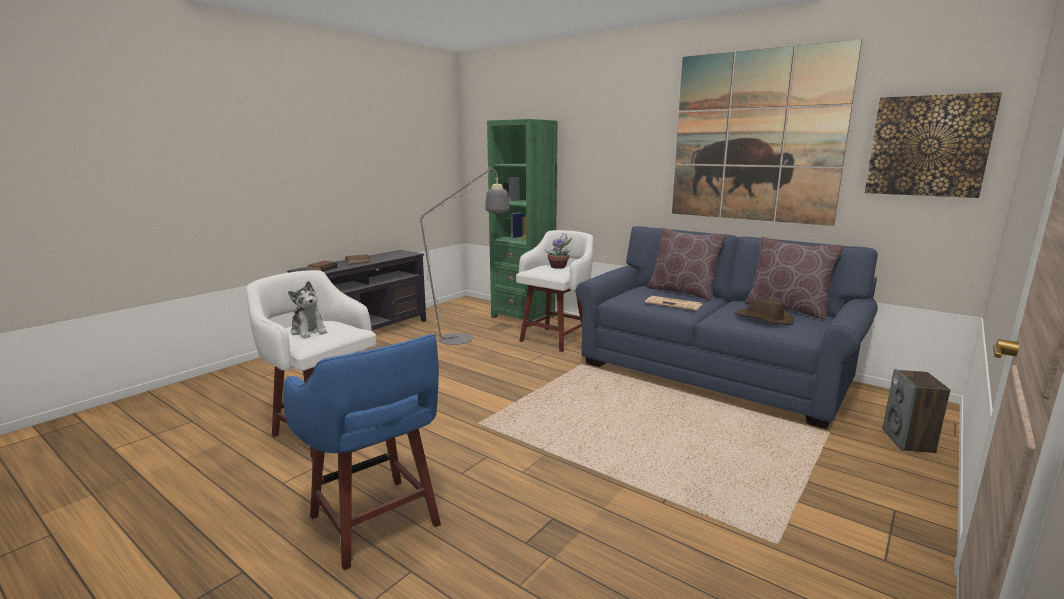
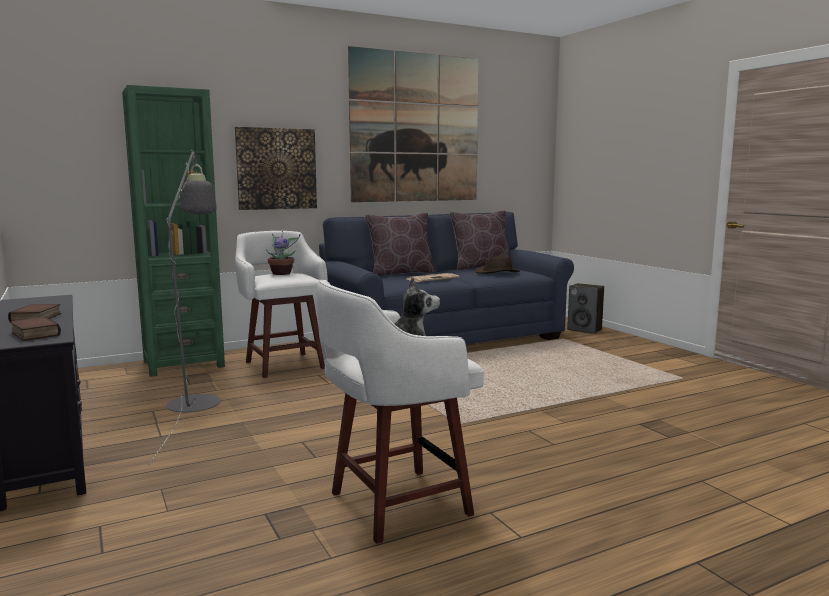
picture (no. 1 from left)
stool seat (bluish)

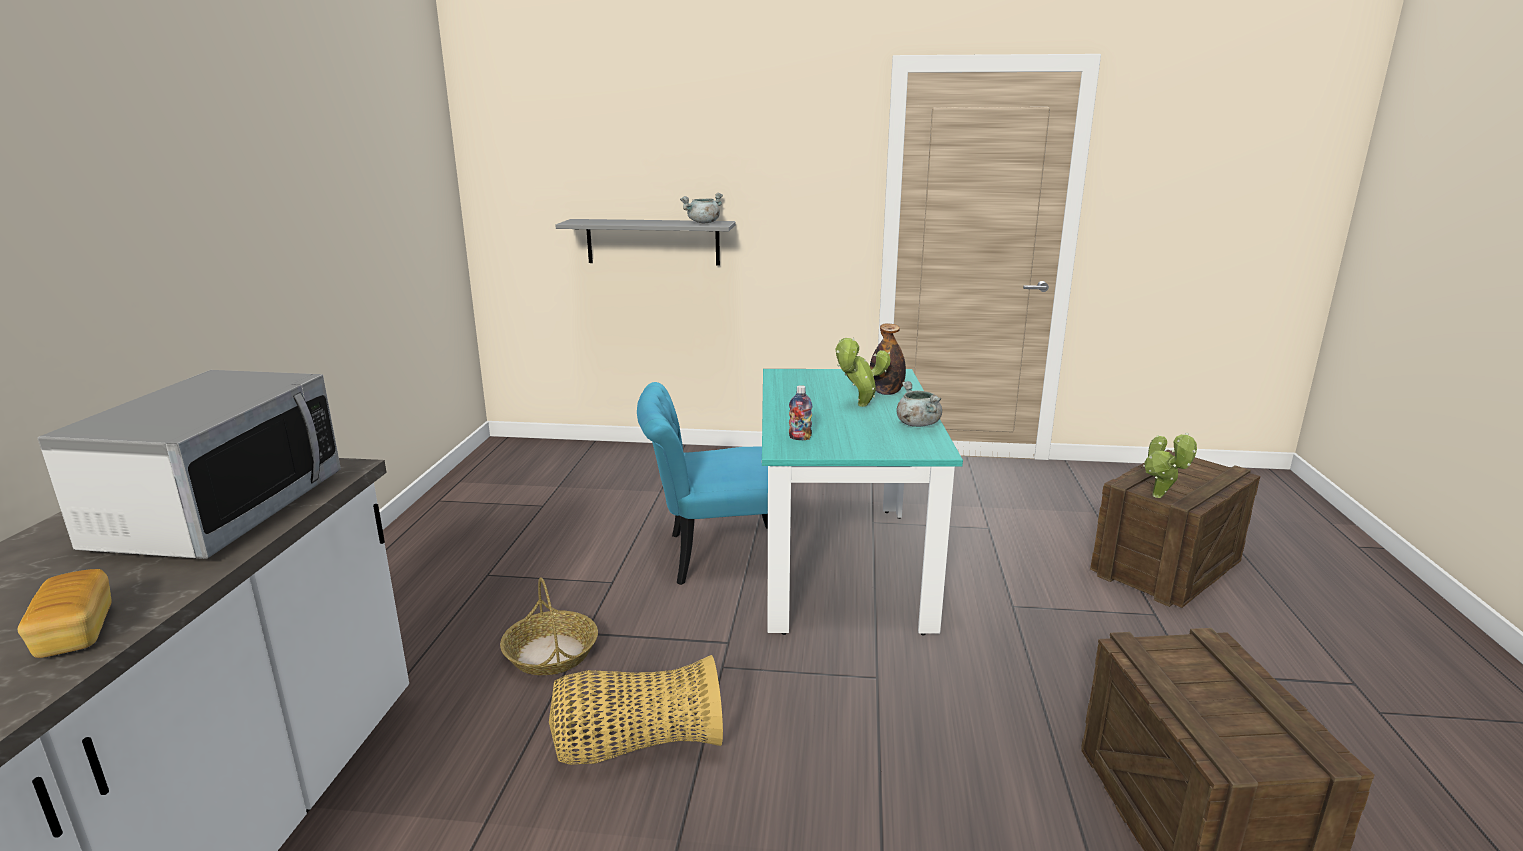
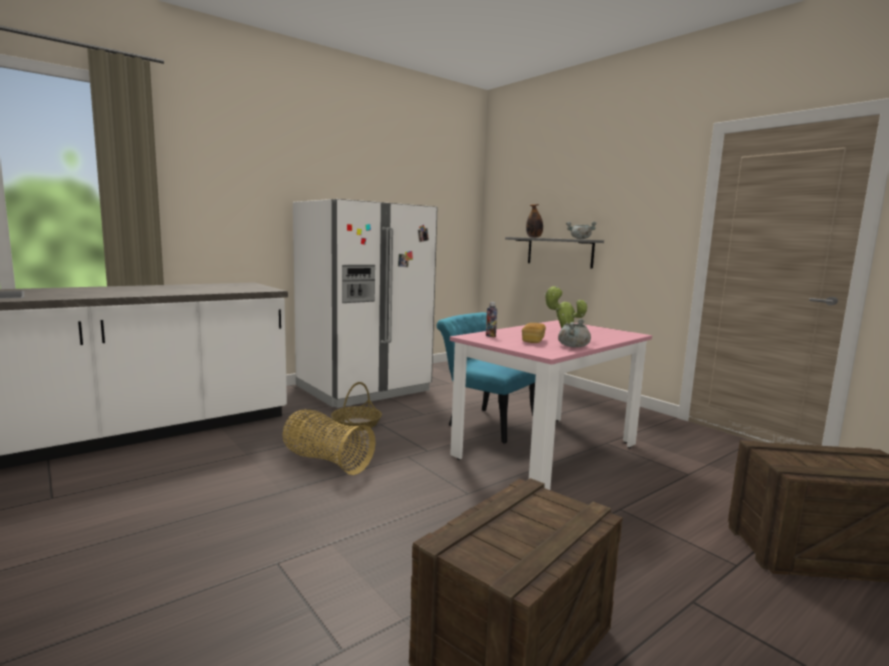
bottle (no. 2 from left)
dining table (pinkish)
microwave oven
houseplant (no. 2 from left in the first image)
bakery bread
fridge (white)

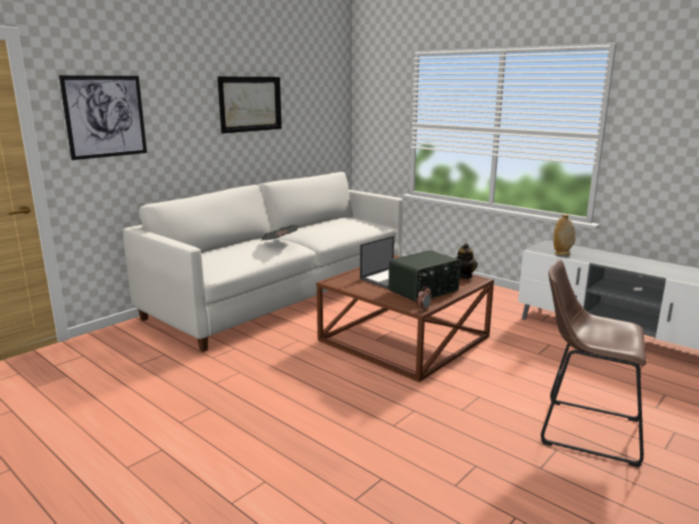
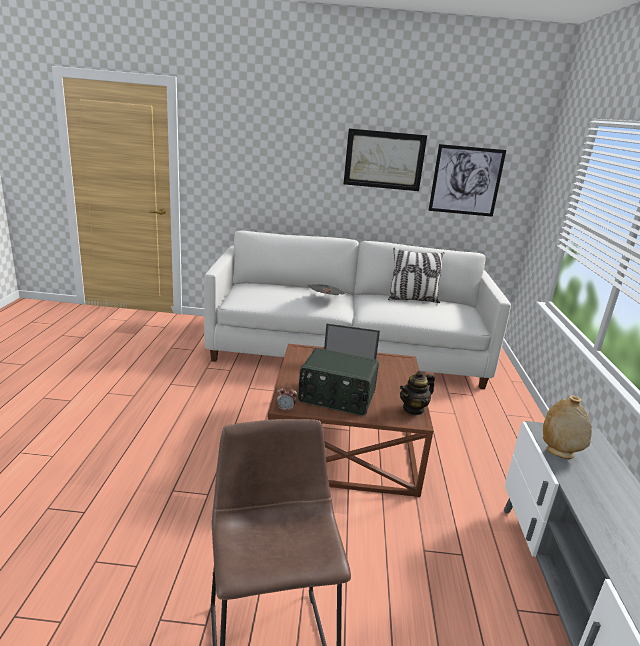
picture (no. 2 from left)
throw pillow

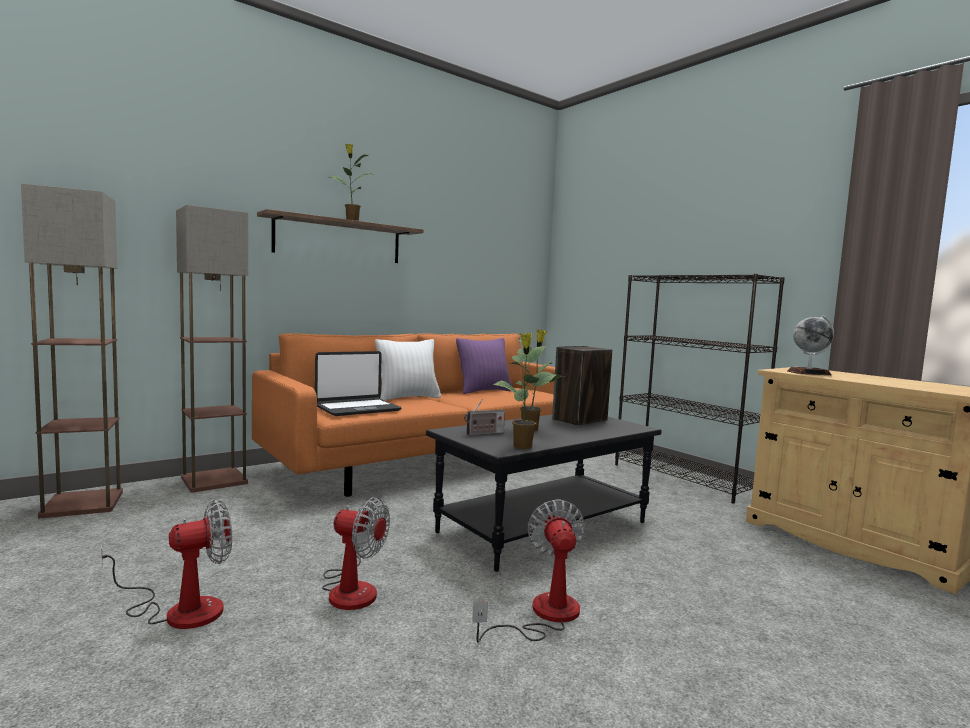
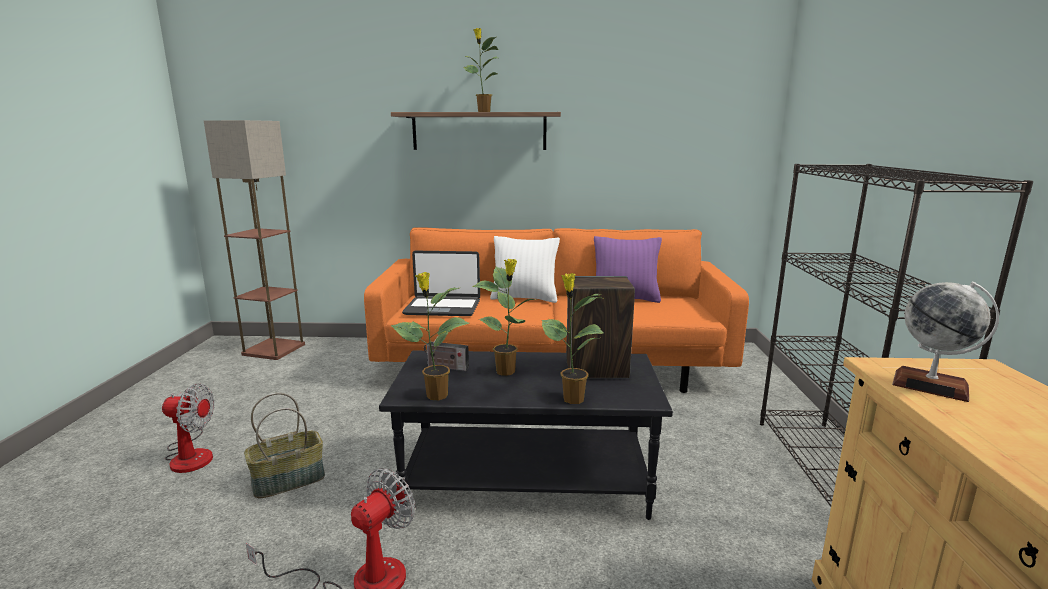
floor lamp (no. 2 from left in the first image)
household basket
houseplant (no. 4 from left)

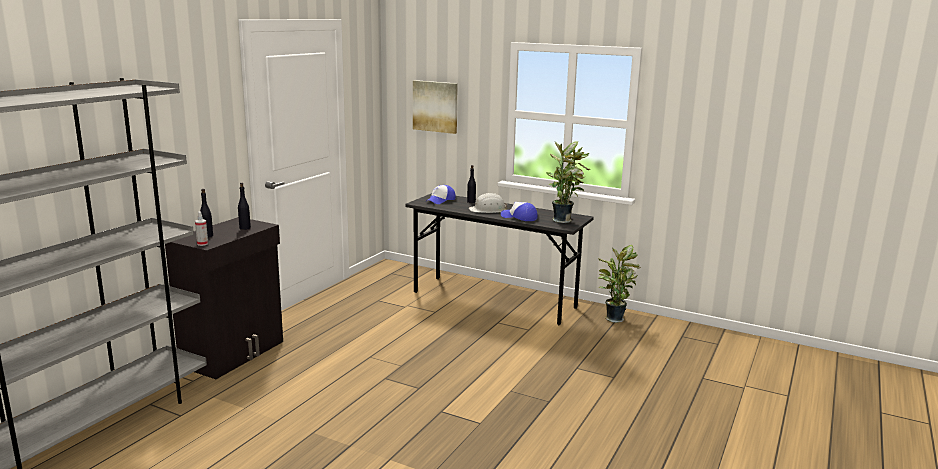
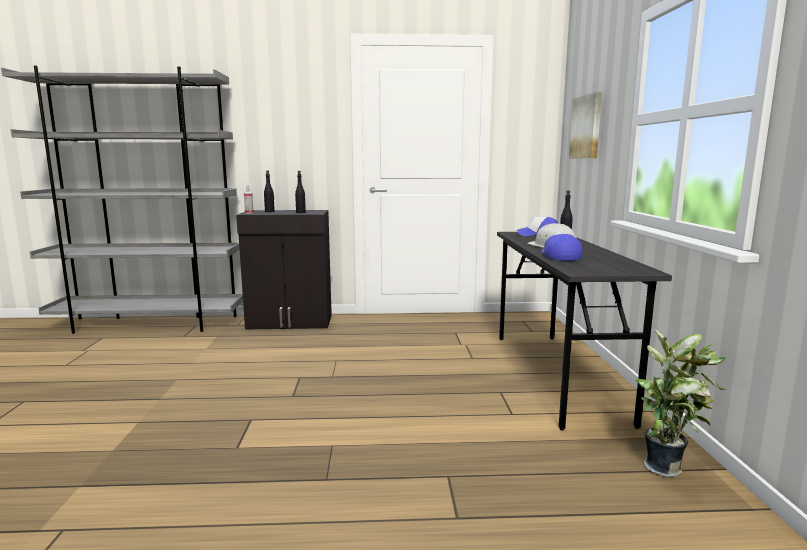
houseplant (no. 1 from left in the first image)

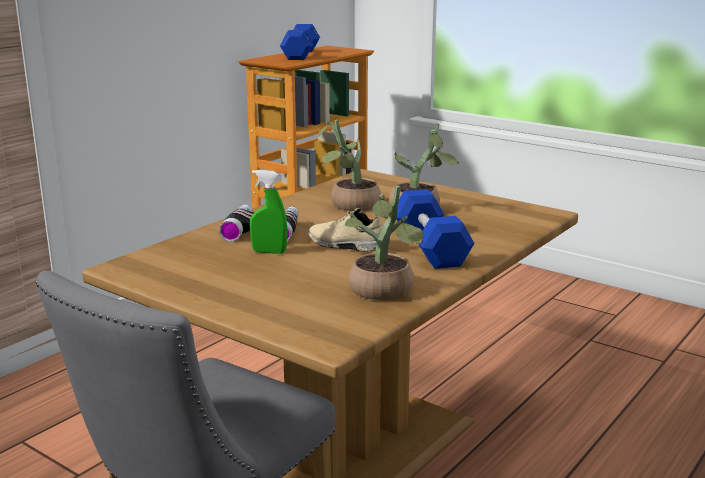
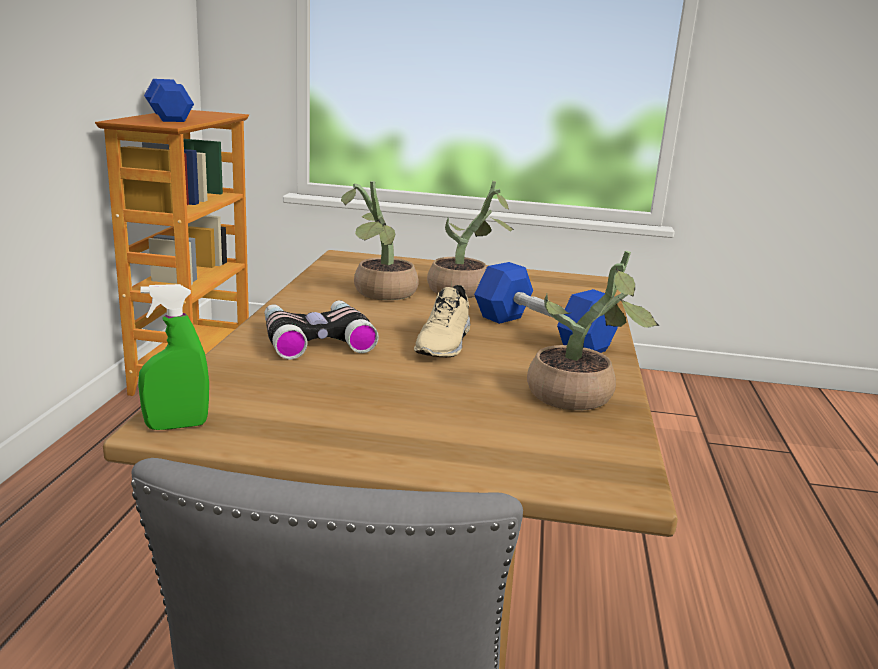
sprayer (greenish)
shoe (beige)

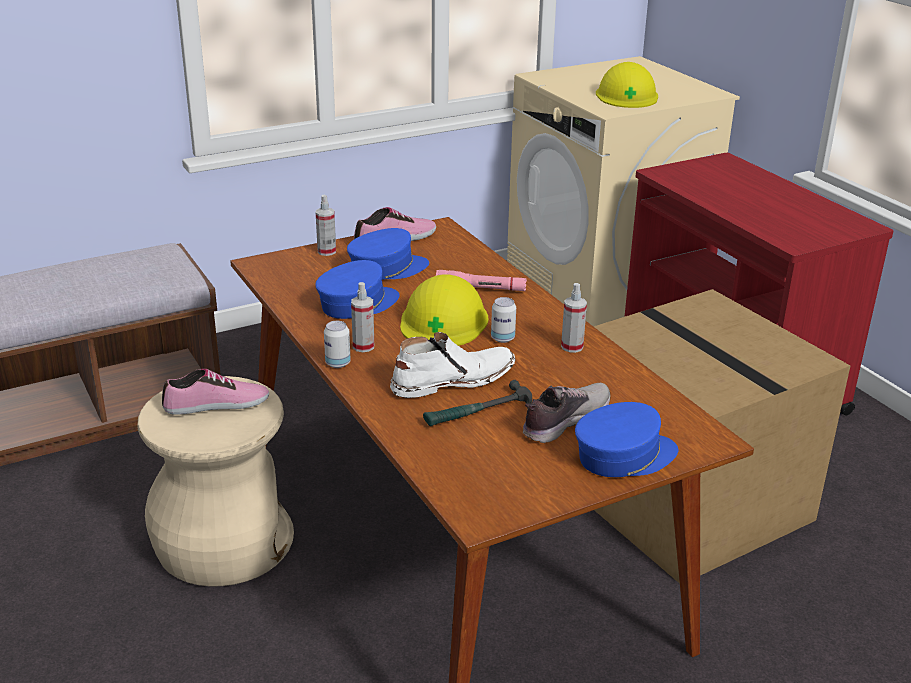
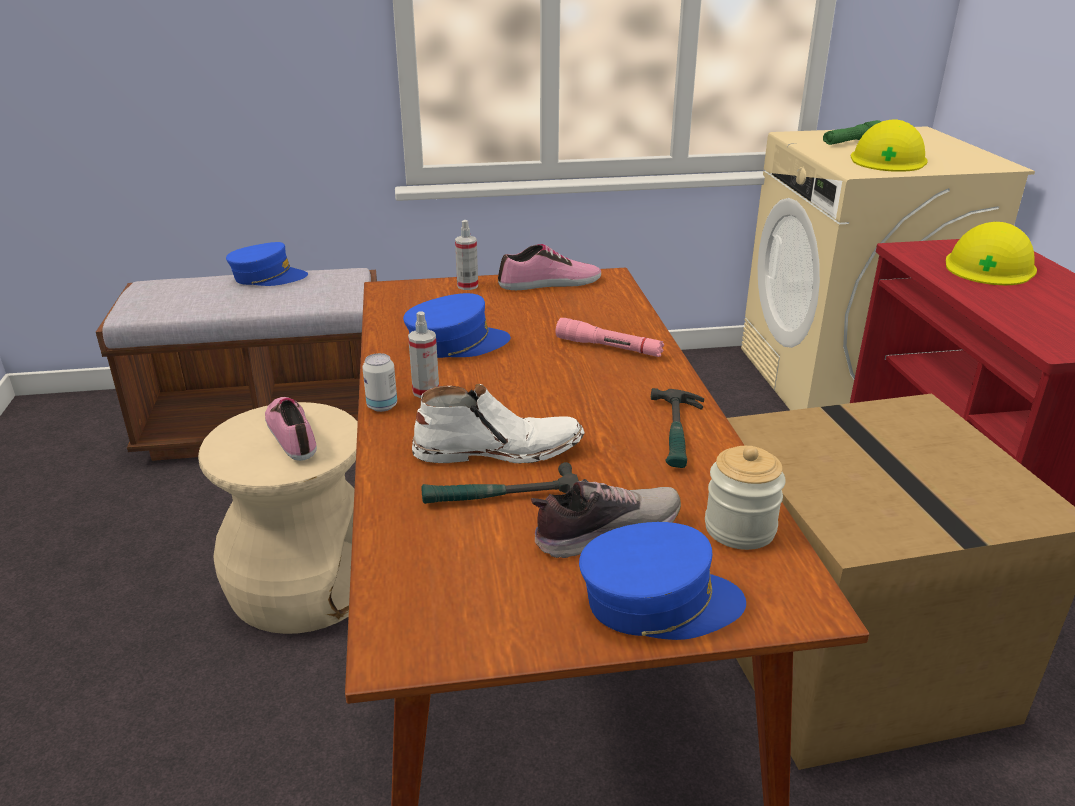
cap (bluish) (no. 1 from left)
work helmet (yellow) (no. 2 from left)
tool hammer (no. 2 from left)
can (no. 2 from left in the first image)
shoe (no. 1 from left)
flashlight (greenish)
preserve jar

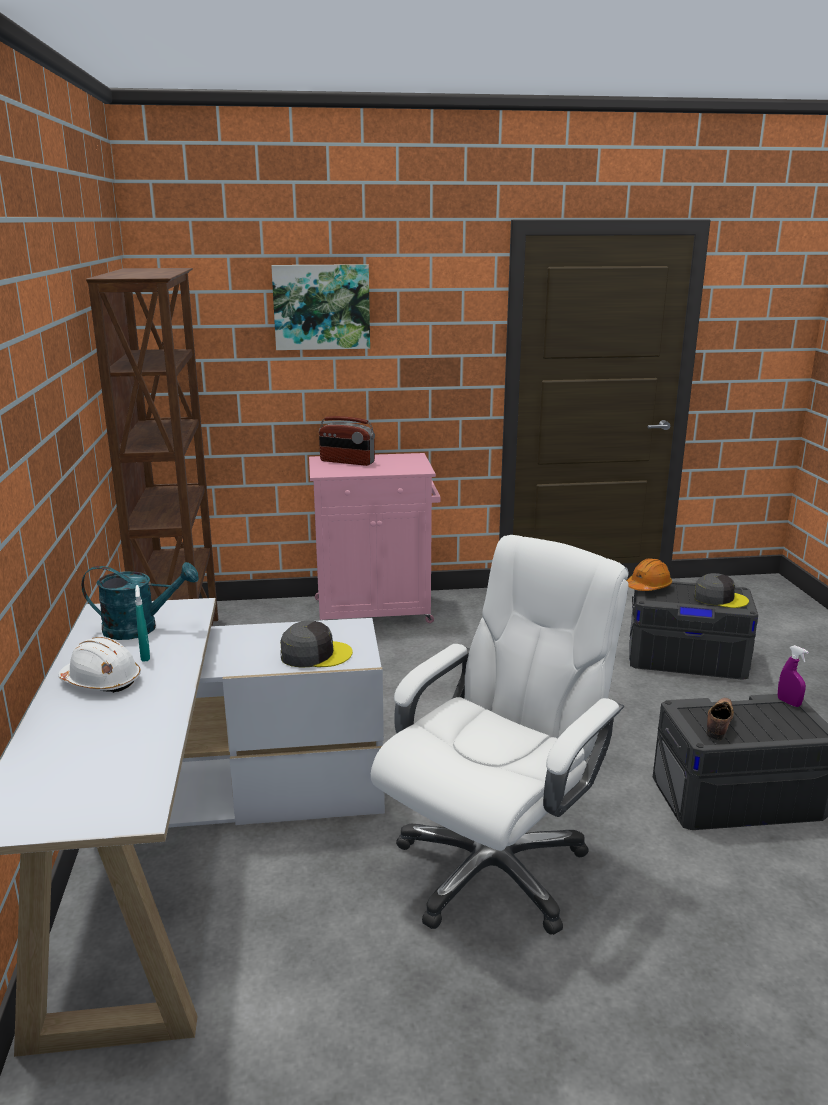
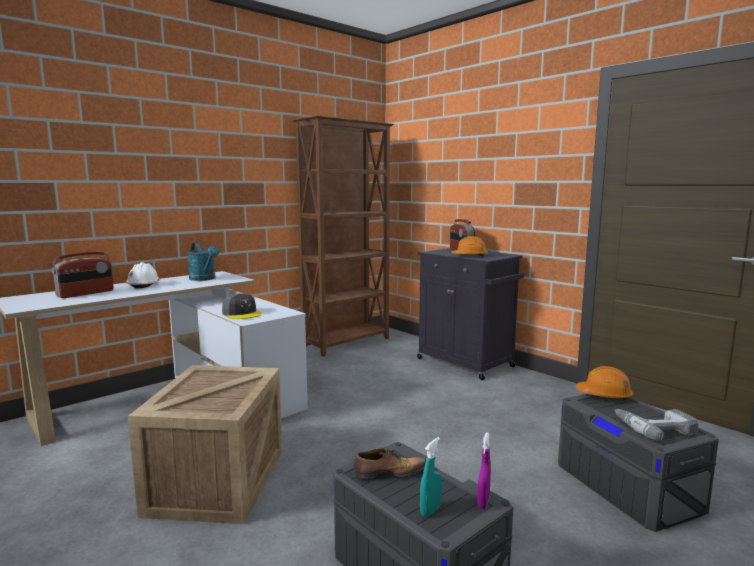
picture
cabinet (black)
shipping crate
electric drill
sprayer (blue-green)
work helmet (orange-coloured) (no. 1 from left)
radio receiver (no. 1 from left)

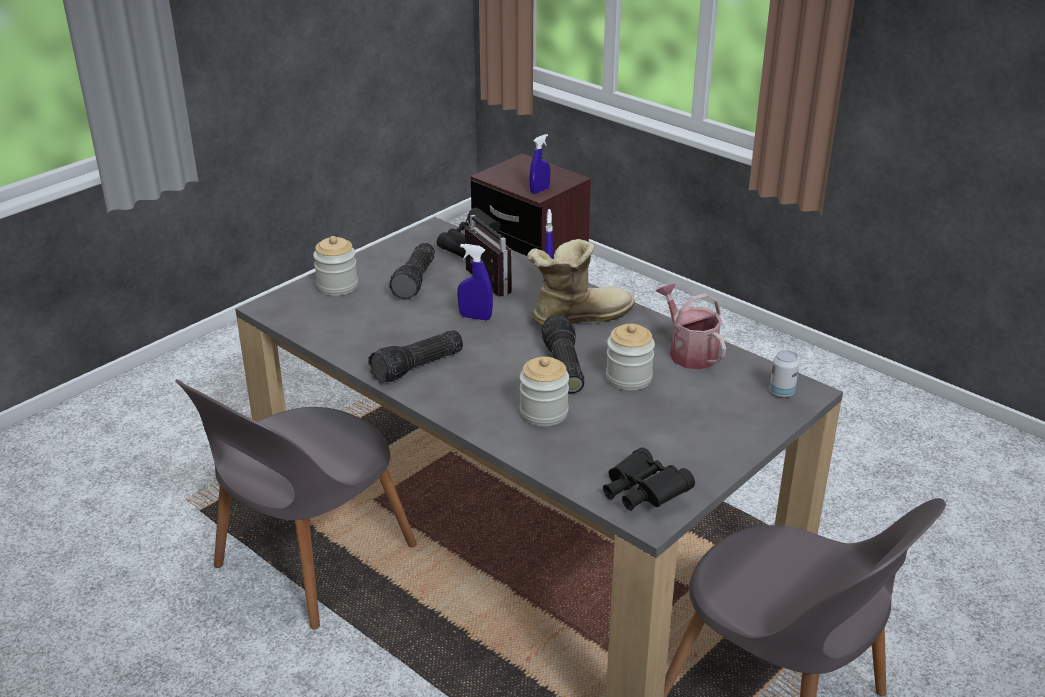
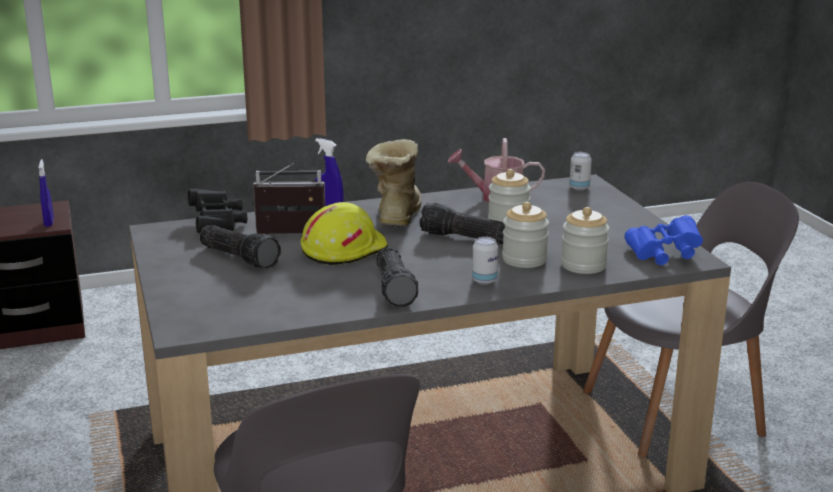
preserve jar (no. 3 from left)
work helmet (yellow)
pair of binoculars (bluish)
can (no. 1 from left)

